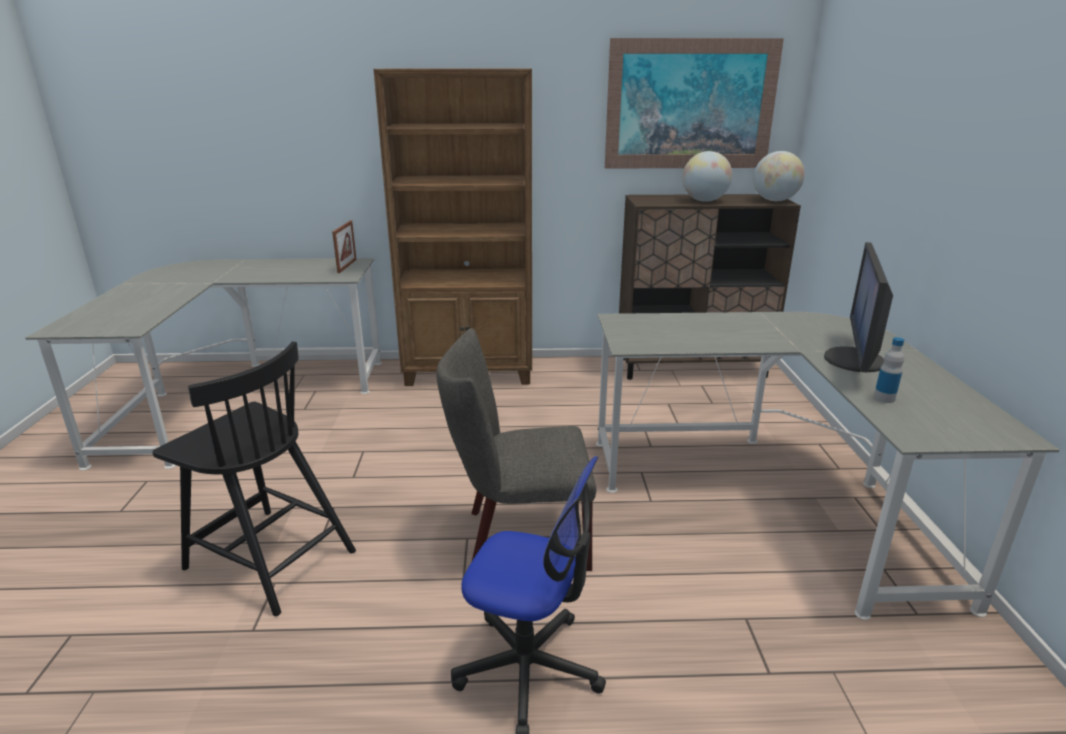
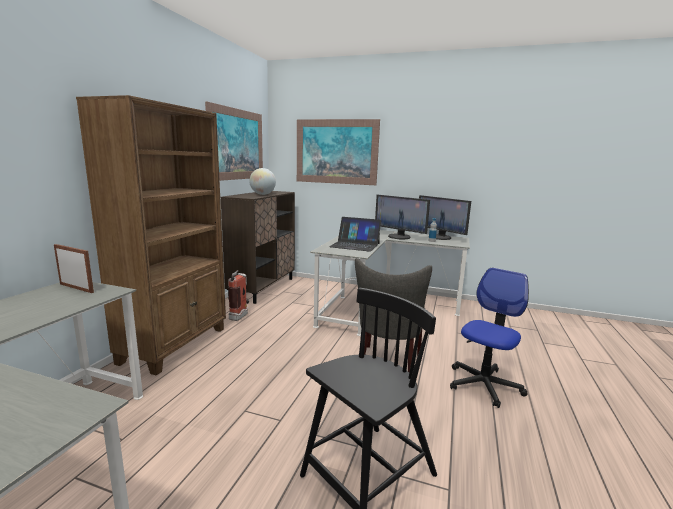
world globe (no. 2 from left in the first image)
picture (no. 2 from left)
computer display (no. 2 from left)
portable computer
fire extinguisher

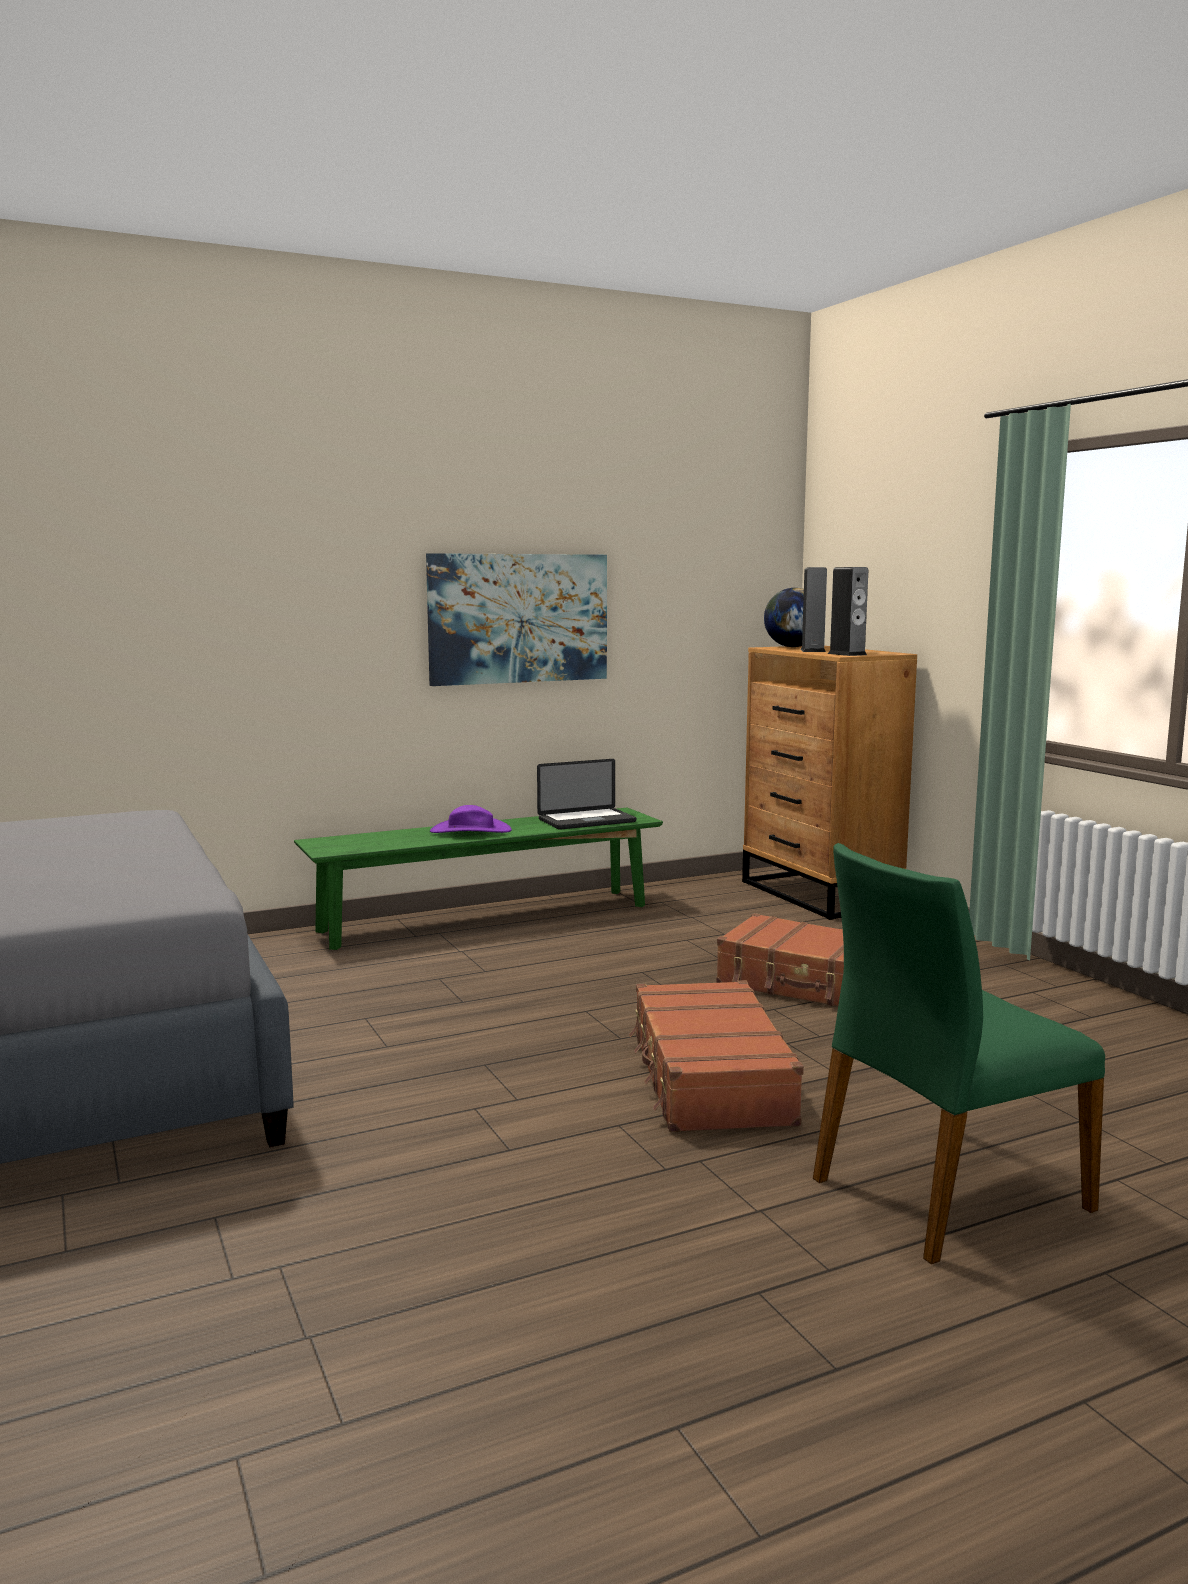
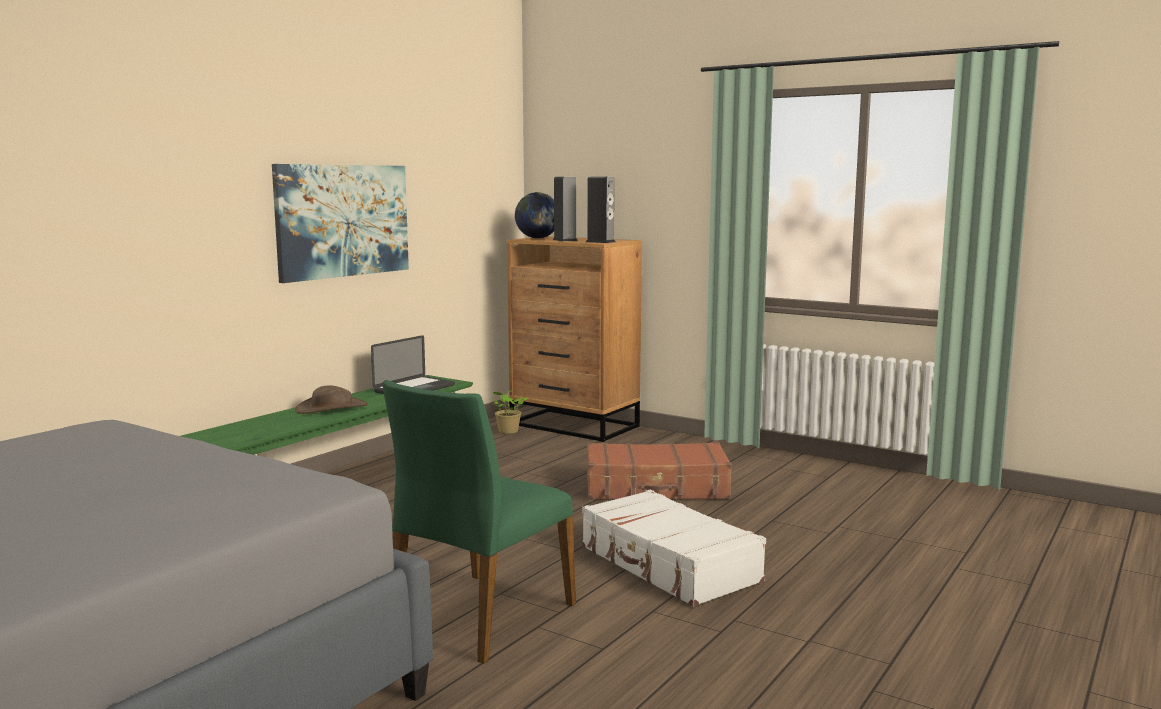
wearable hat (brownish)
chair (greenish)
suitcase (white)
houseplant

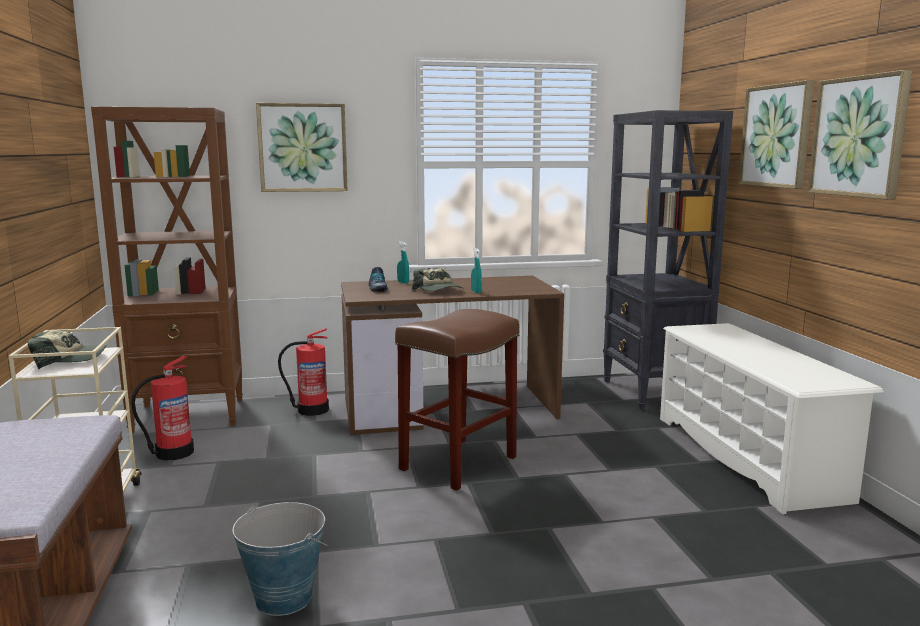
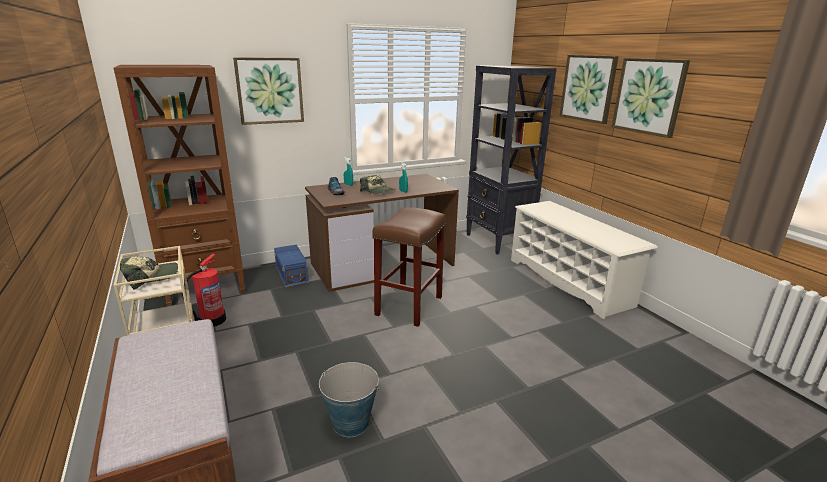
storage bin (bluish)

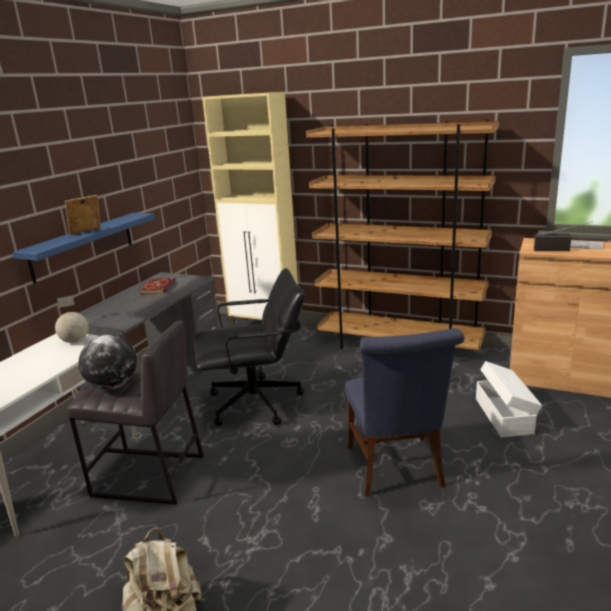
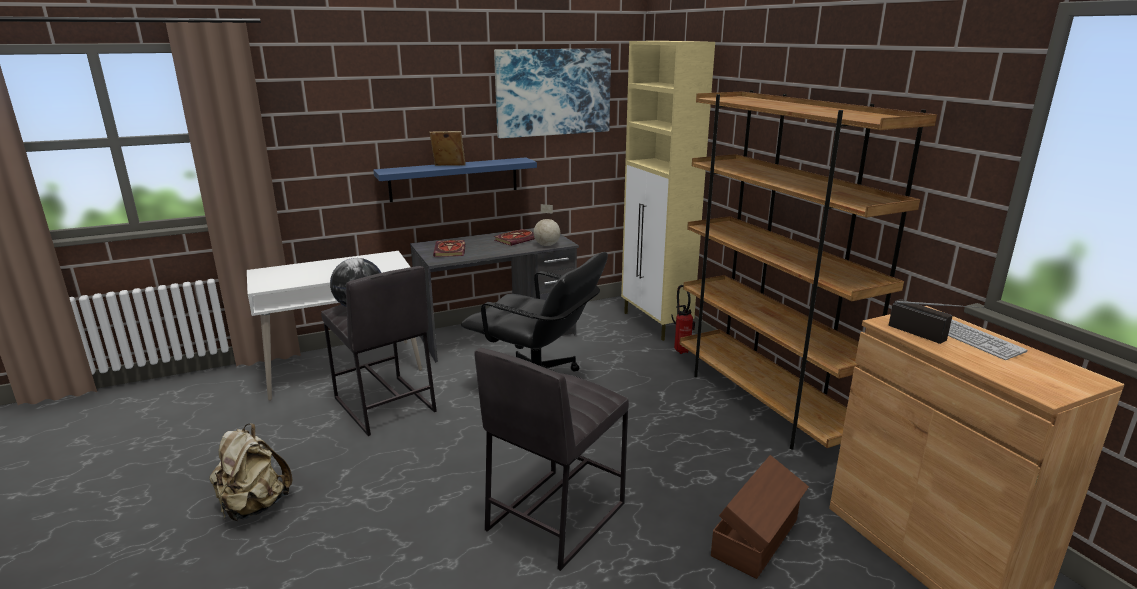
world globe (no. 2 from left)
stool seat (greyish) (no. 2 from left)
storage bin (brownish)
picture
volume (no. 1 from left)
fire extinguisher

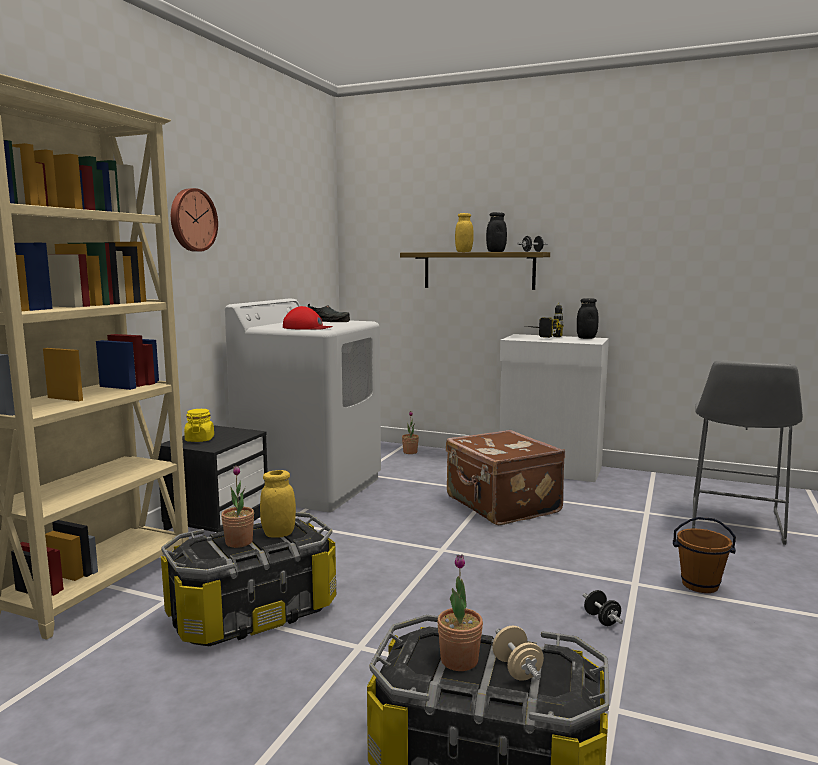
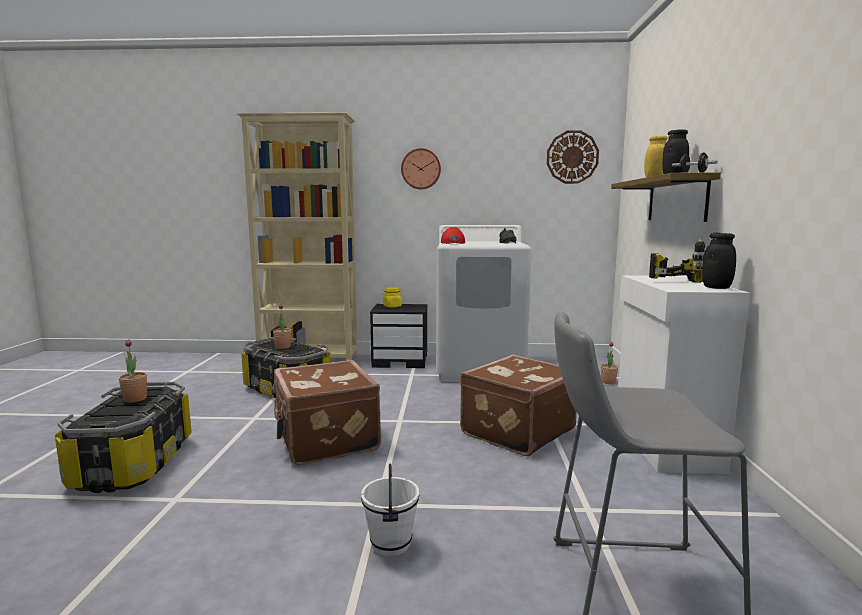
preserve jar (yellow) (no. 2 from left in the first image)
pail (white)
free weight (black) (no. 2 from left in the first image)
free weight (beige)
wall clock (no. 2 from left)
suitcase (brownish) (no. 1 from left)

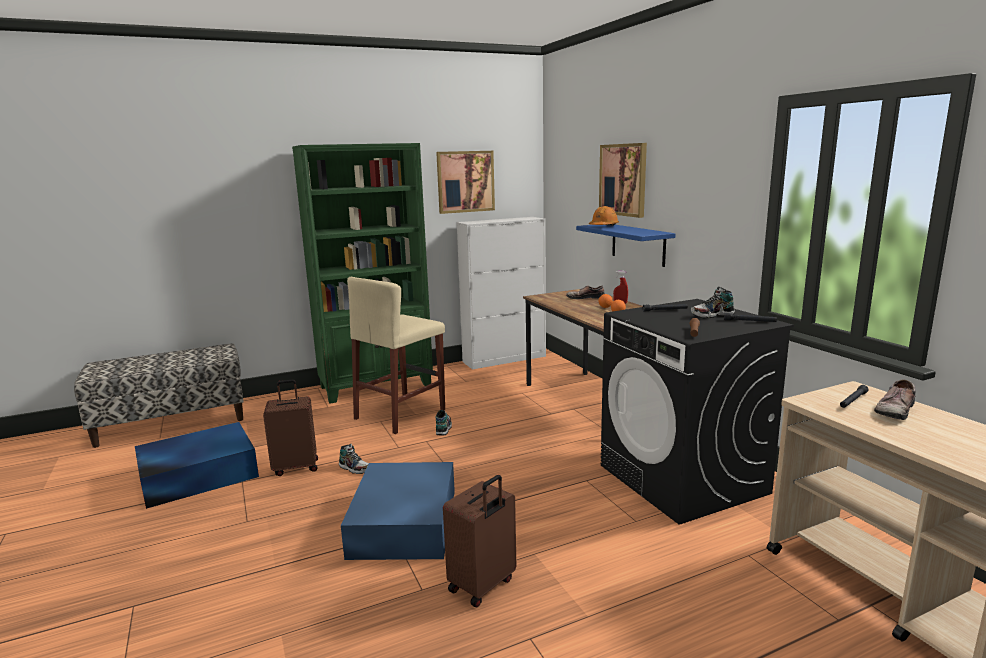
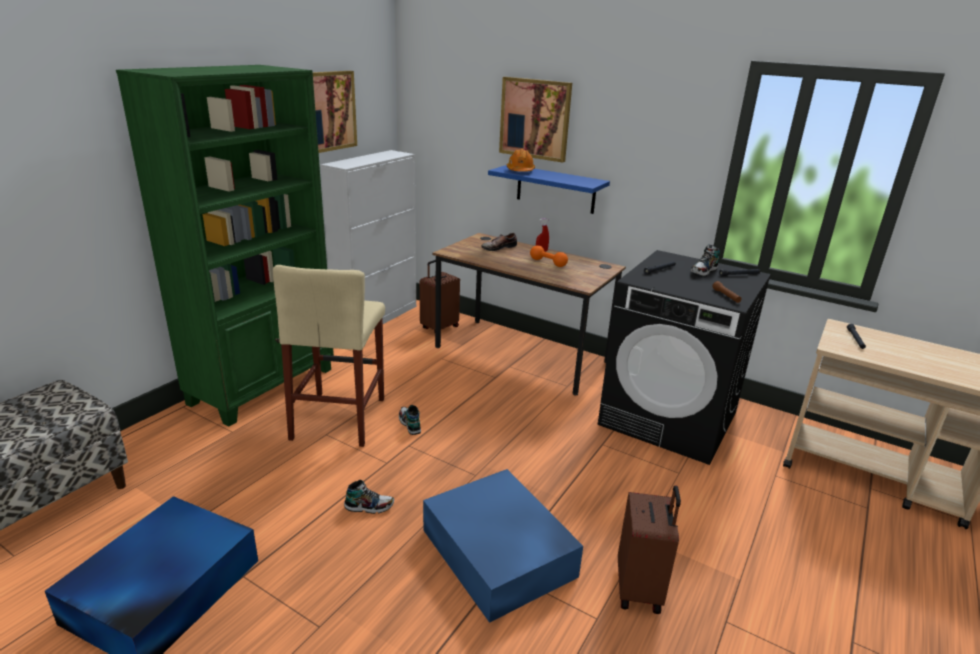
shoe (no. 5 from left in the first image)
suitcase (brownish) (no. 1 from left)

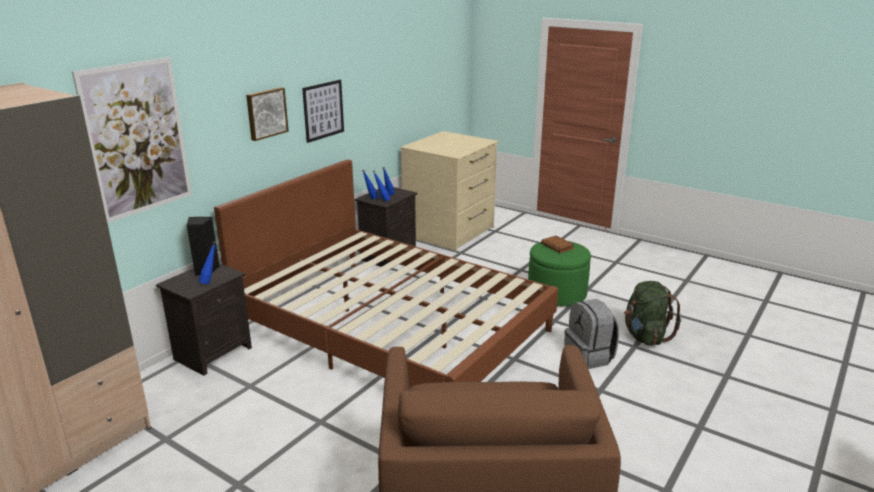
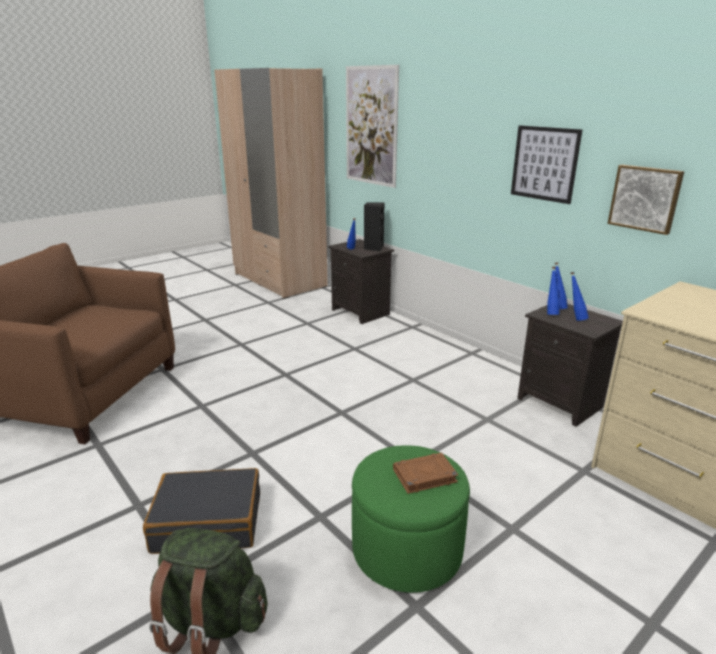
picture (no. 3 from left)
sleeping bed (brownish)
suitcase (black)

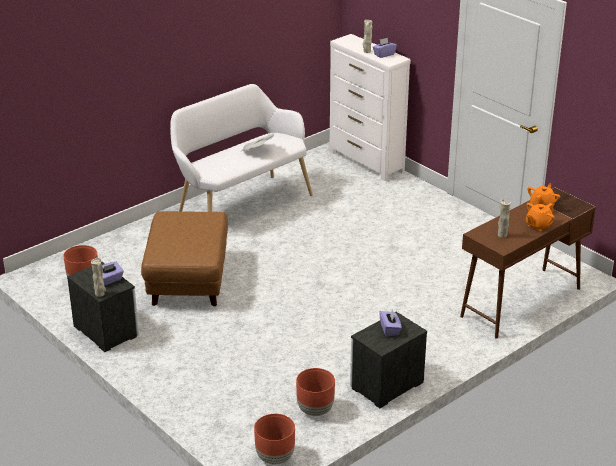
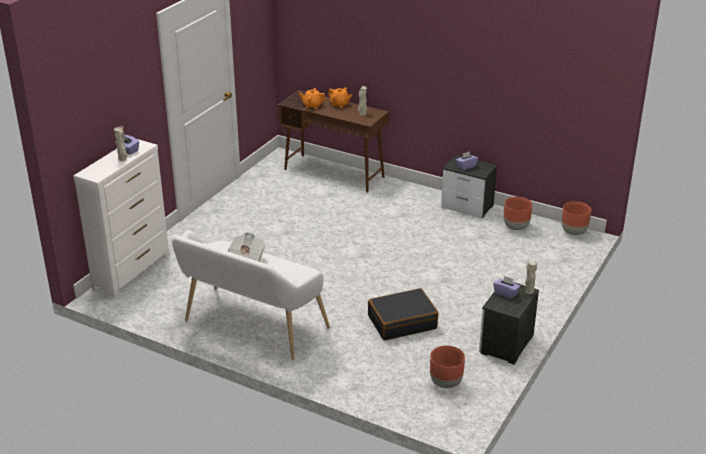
suitcase (black)

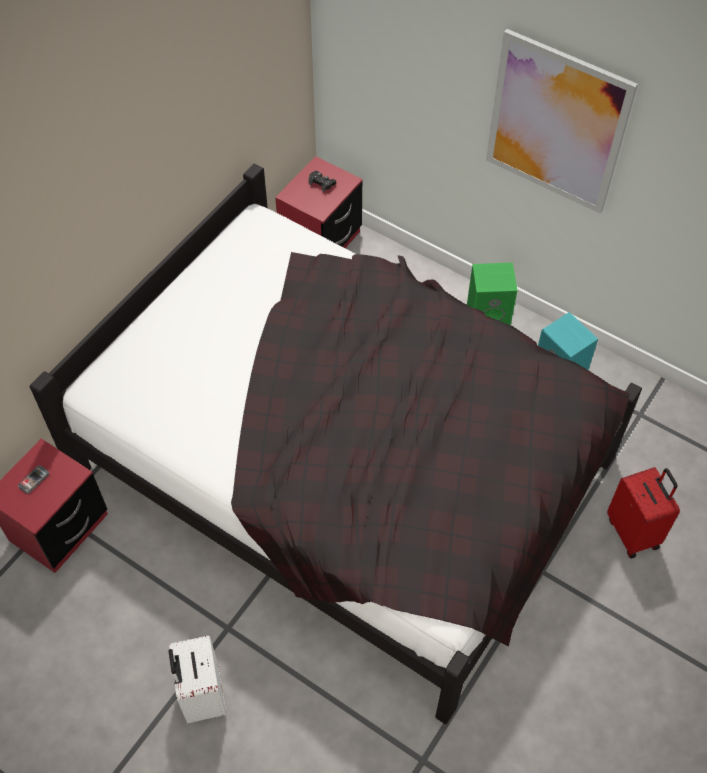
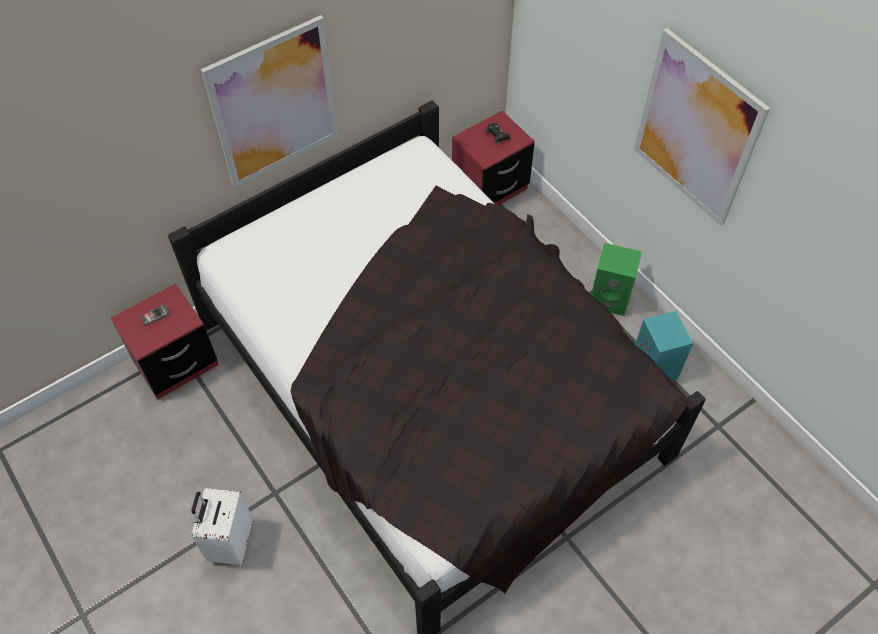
suitcase (red)
picture (no. 1 from left)

